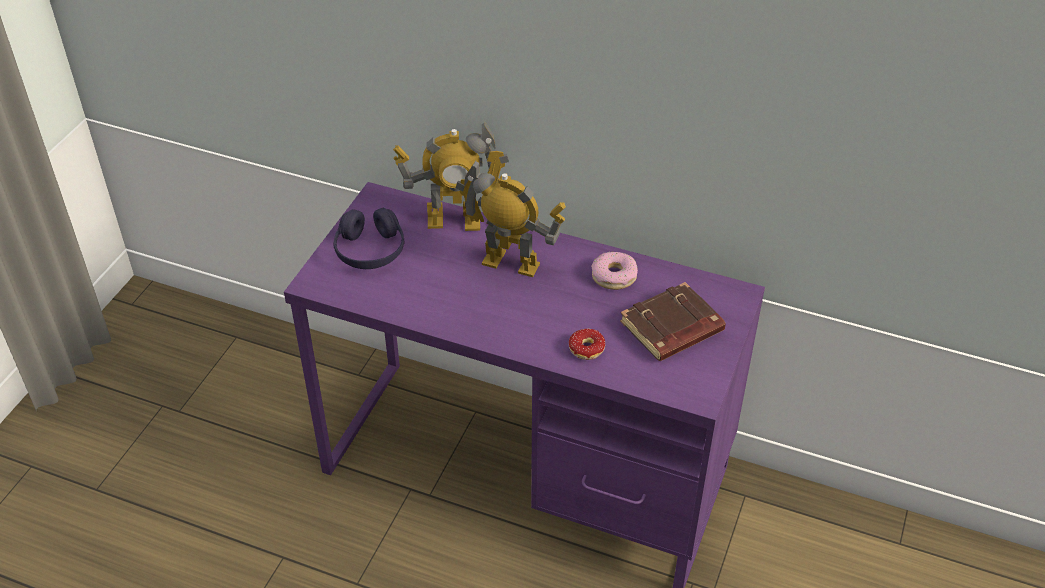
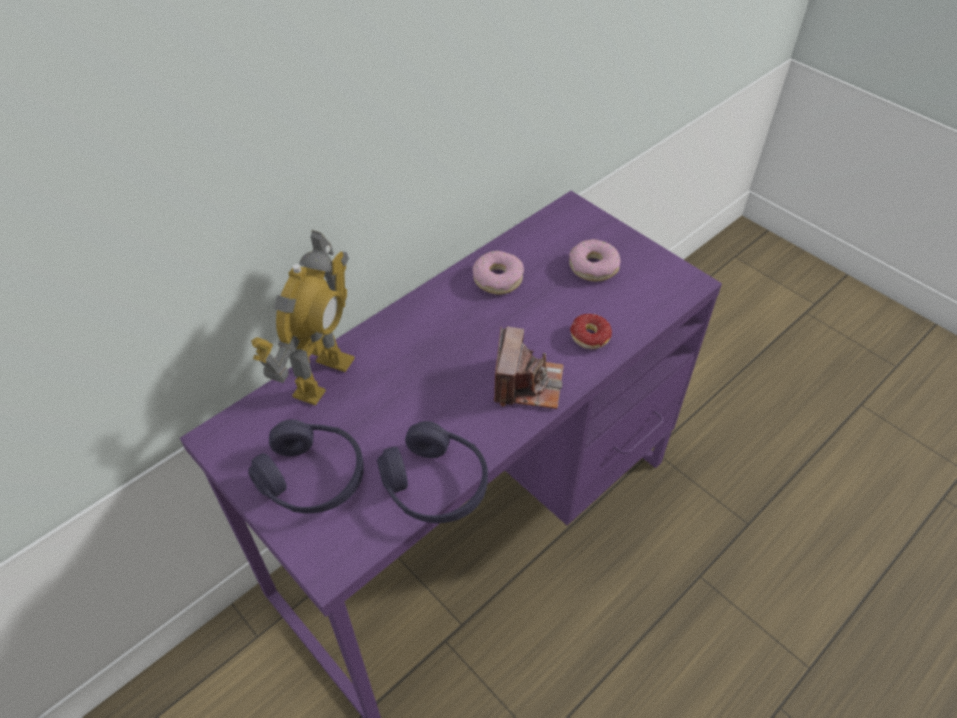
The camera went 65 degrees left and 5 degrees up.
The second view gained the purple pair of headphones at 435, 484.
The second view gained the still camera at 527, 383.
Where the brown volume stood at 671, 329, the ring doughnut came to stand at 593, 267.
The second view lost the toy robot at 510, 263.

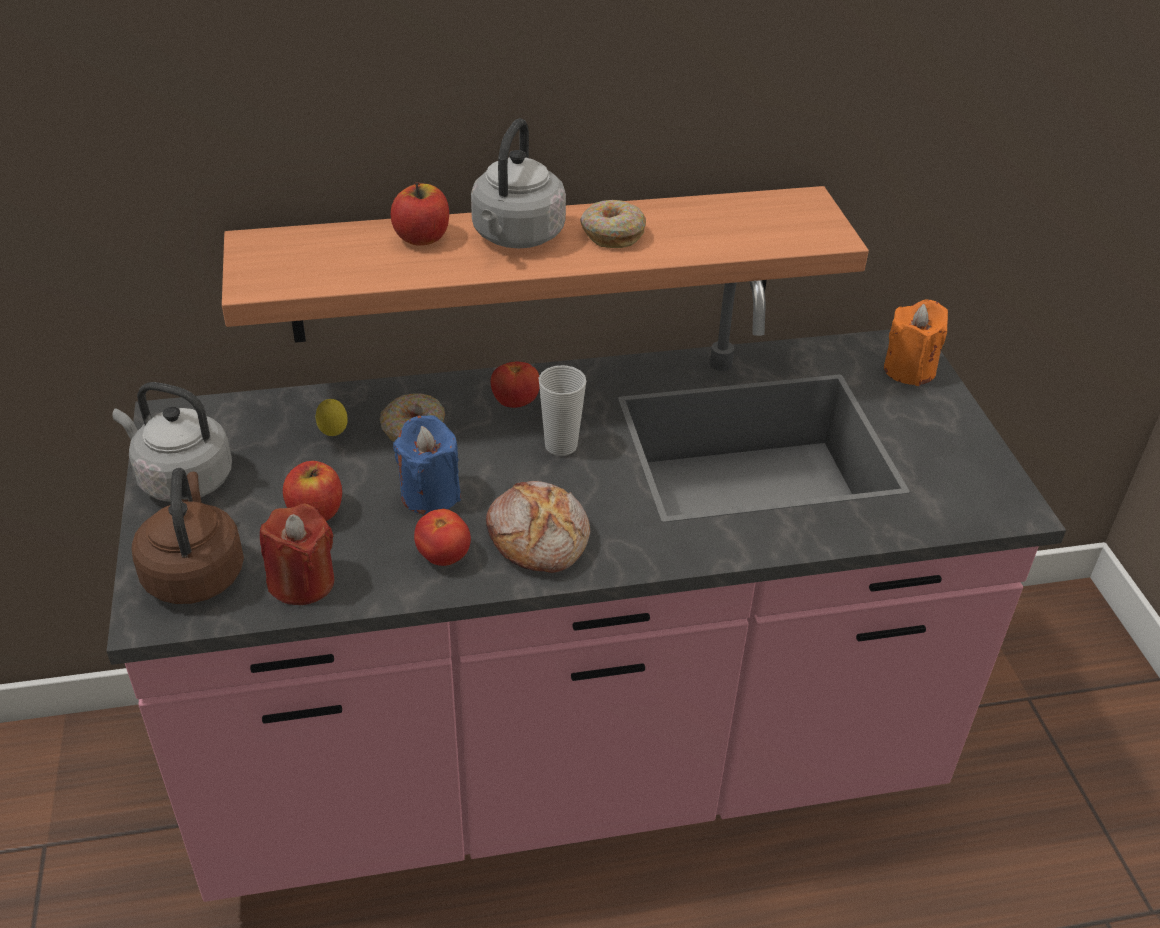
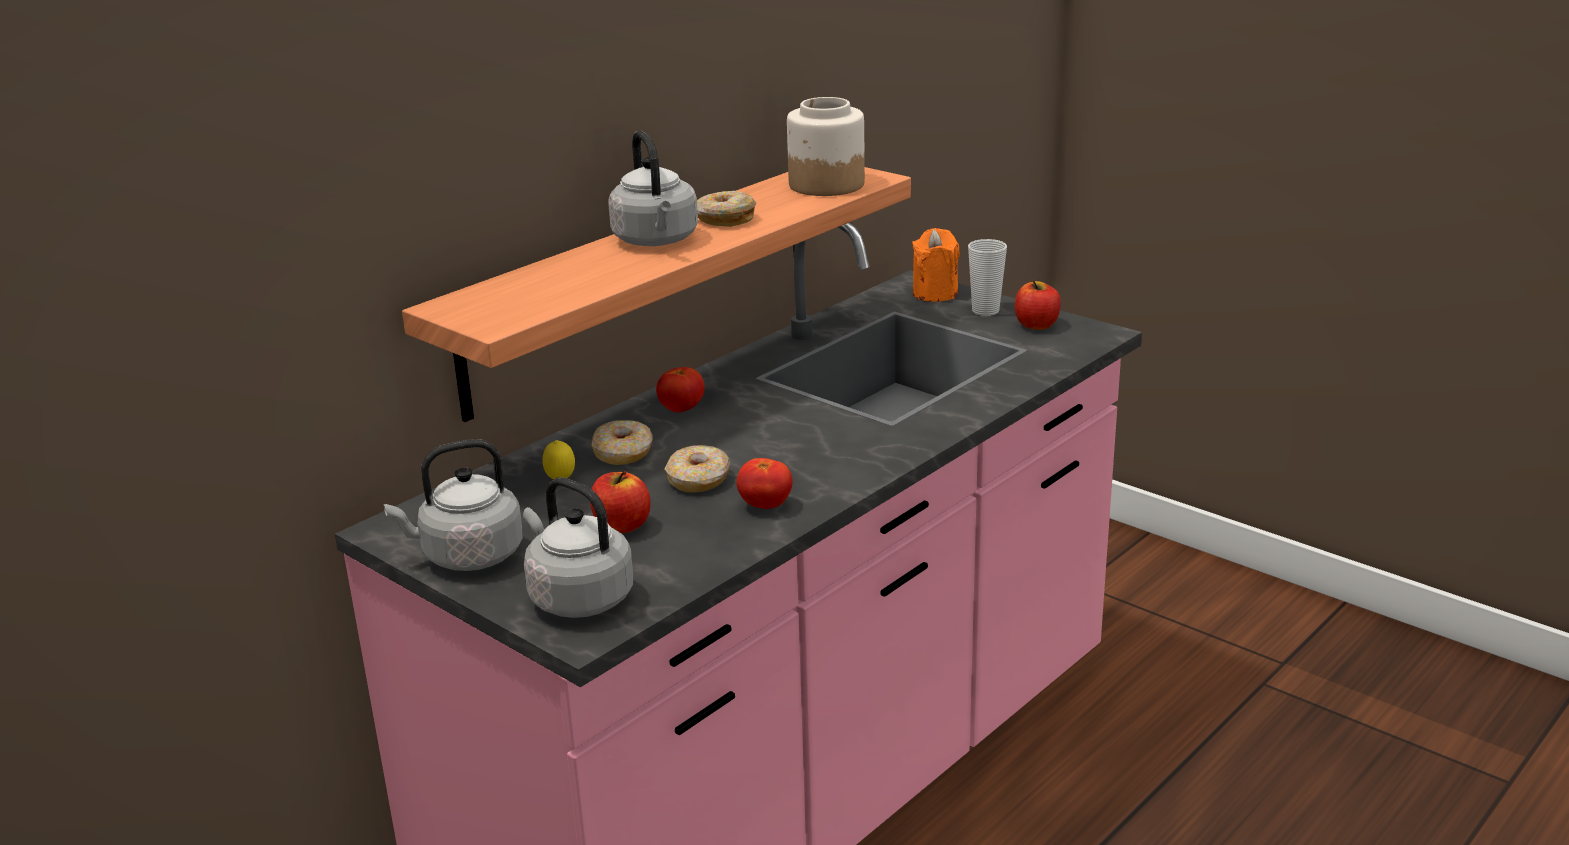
The camera went 35 degrees left and 15 degrees down.
What was the brown tea kettle at 195, 572 turned into the grey tea kettle at 577, 597.
Where the bluish wax light stood at 430, 494, the ring doughnut came to stand at 698, 480.
The second view gained the jar at 825, 184.
The small cup ended up elsewhere, having gone from 561, 446 to 985, 311.
The apple ended up elsewhere, having gone from 422, 237 to 1036, 325.
The second view lost the red-coloured wax light at 302, 582.
The second view lost the bread at 540, 537.

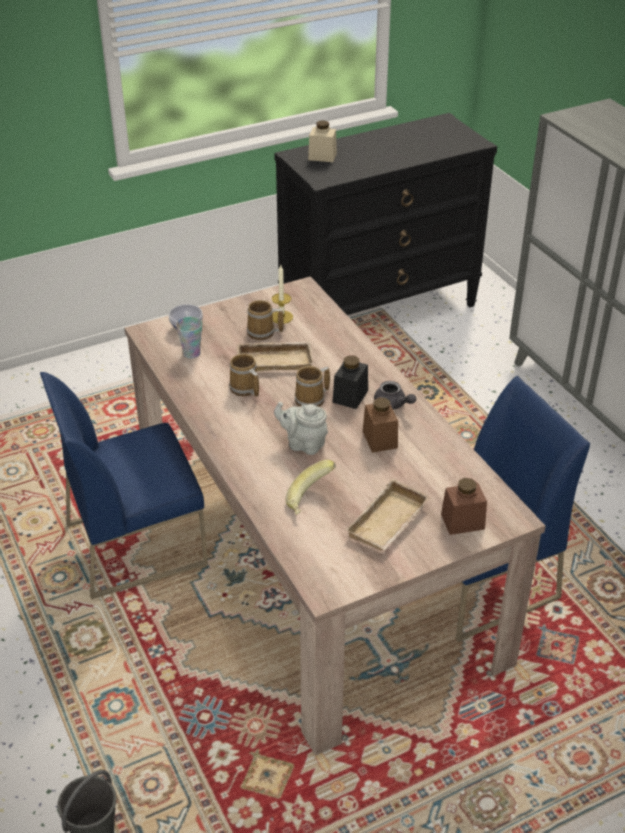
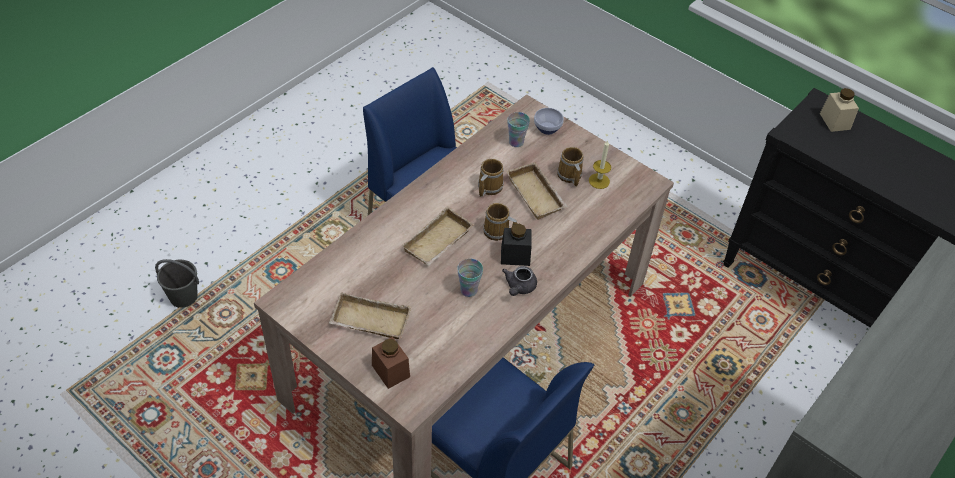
The camera went 65 degrees right and 10 degrees up.
Where the grey teapot stood at 303, 444, the beige-coloured tray came to stand at 438, 242.
Where the brown jar stood at 380, 439, the small cup came to stand at 468, 290.
The second view lost the banana fruit at 311, 500.

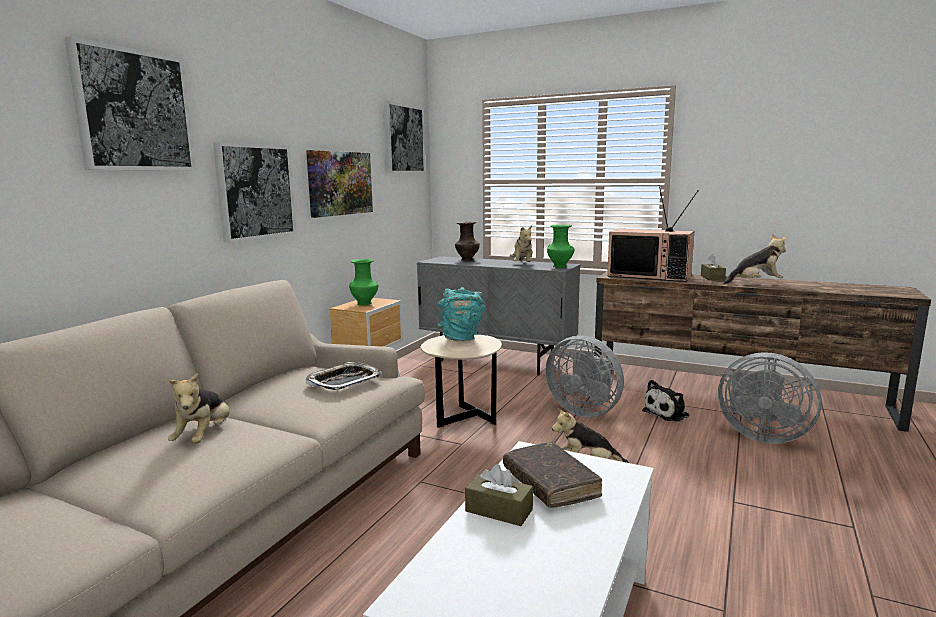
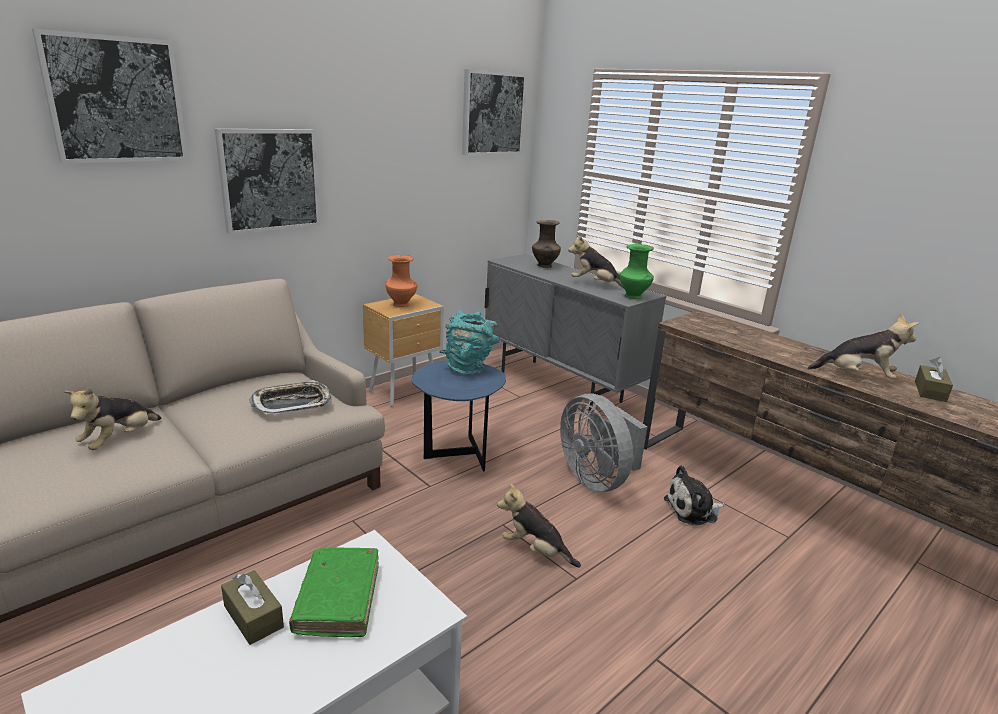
The camera went 20 degrees right and 10 degrees up.
What was the brown volume at 550, 483 turned into the greenish volume at 338, 599.
What was the greenish decorative vase at 365, 304 turned into the orangey decorative vase at 402, 304.
What was the beige-coloured accent table at 462, 420 turned into the bluish accent table at 456, 456.
The cuddly toy at 522, 264 ended up facing another way, 90 degrees clockwise from before.
The brown box of tissues ended up elsewhere, having gone from 712, 278 to 930, 391.
The second view lost the wall picture at 339, 183.
The second view lost the TV set at 650, 276.
The second view lost the grey fan at 760, 435.

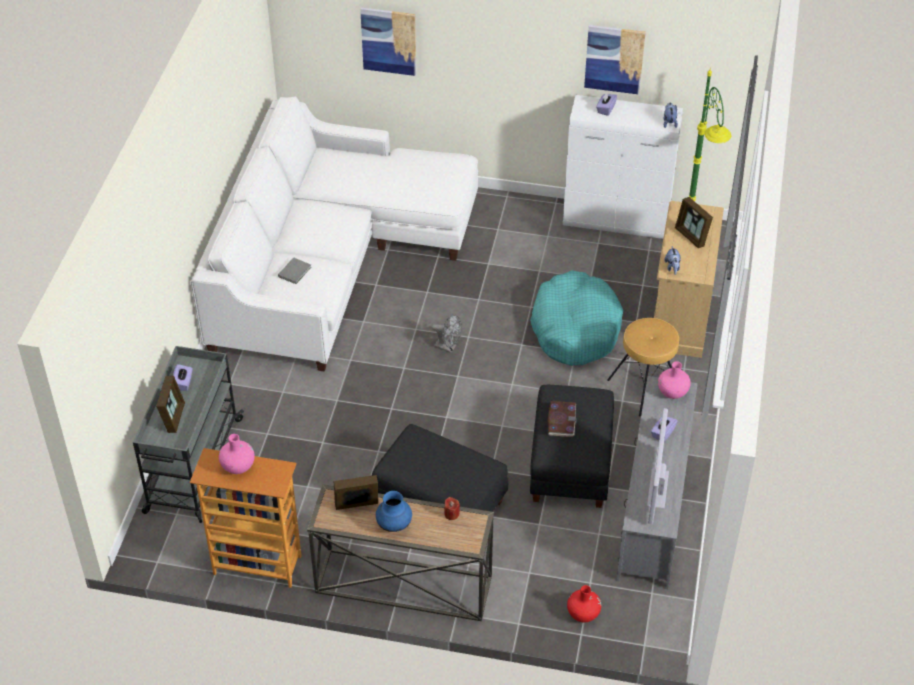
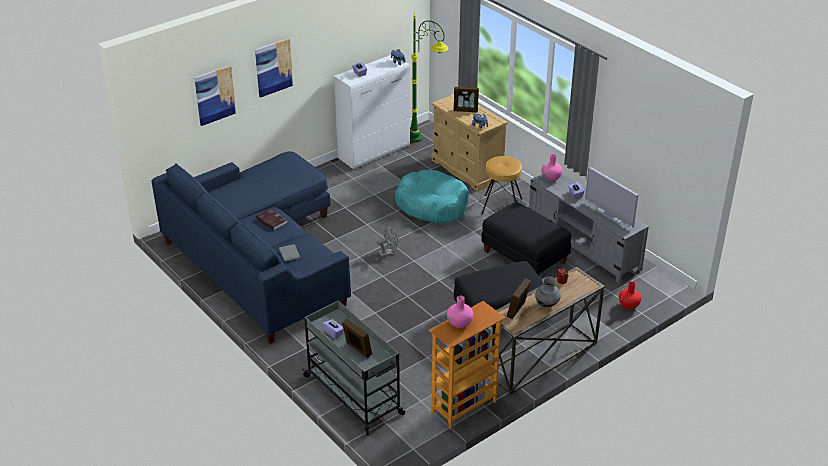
The camera went 50 degrees left and 10 degrees down.
What was the white couch at 331, 261 turned into the bluish couch at 261, 259.
The wall picture ended up elsewhere, having gone from 614, 59 to 273, 67.
The volume ended up elsewhere, having gone from 561, 420 to 271, 221.
What was the bluish decorative vase at 394, 525 turned into the grey decorative vase at 547, 304.

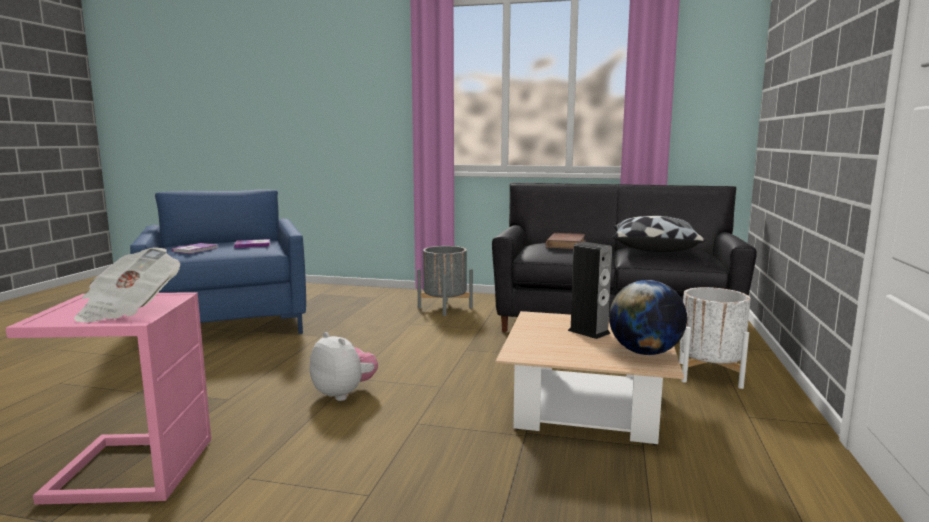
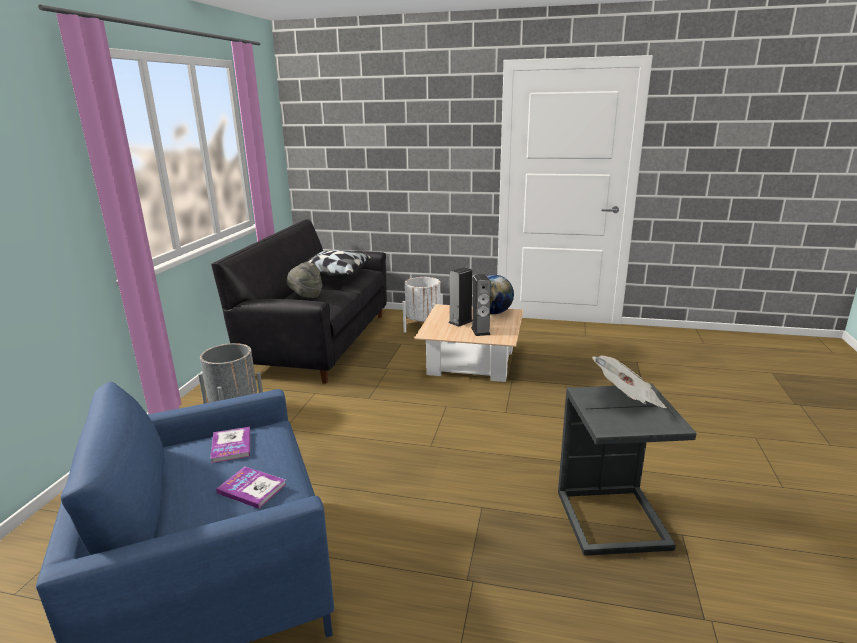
The camera went 90 degrees left and 10 degrees up.
Where the brown volume stood at 566, 244, the grey wearable hat came to stand at 306, 295.
The second view gained the audio speaker at 480, 331.
What was the pinkish accent table at 129, 470 turned into the grey accent table at 611, 522.
The second view lost the cuddly toy at 344, 394.

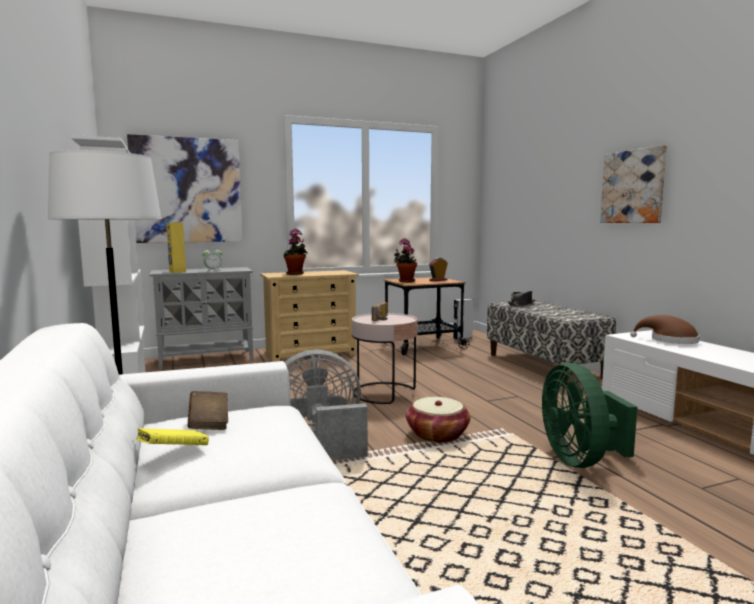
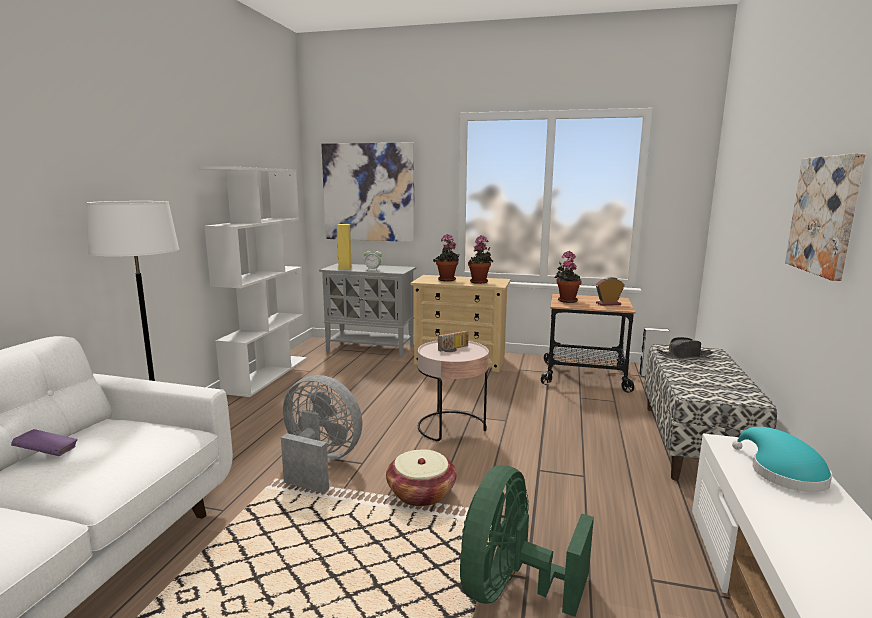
The camera went 35 degrees right and 5 degrees up.
What was the yellowish volume at 173, 452 turned into the purple volume at 47, 454.
The second view gained the houseplant at 479, 282.
What was the brown wearable hat at 669, 340 turned into the turquoise-coloured wearable hat at 782, 473.
The second view lost the brown volume at 209, 423.

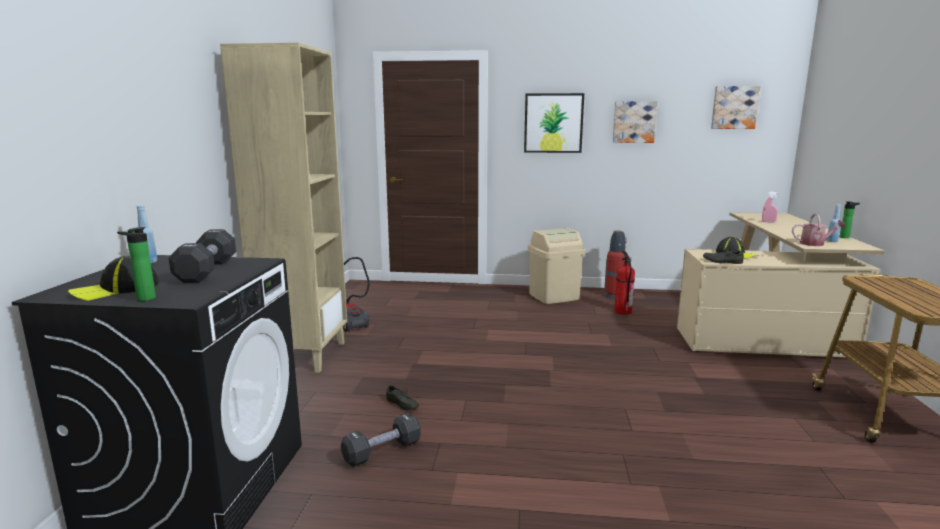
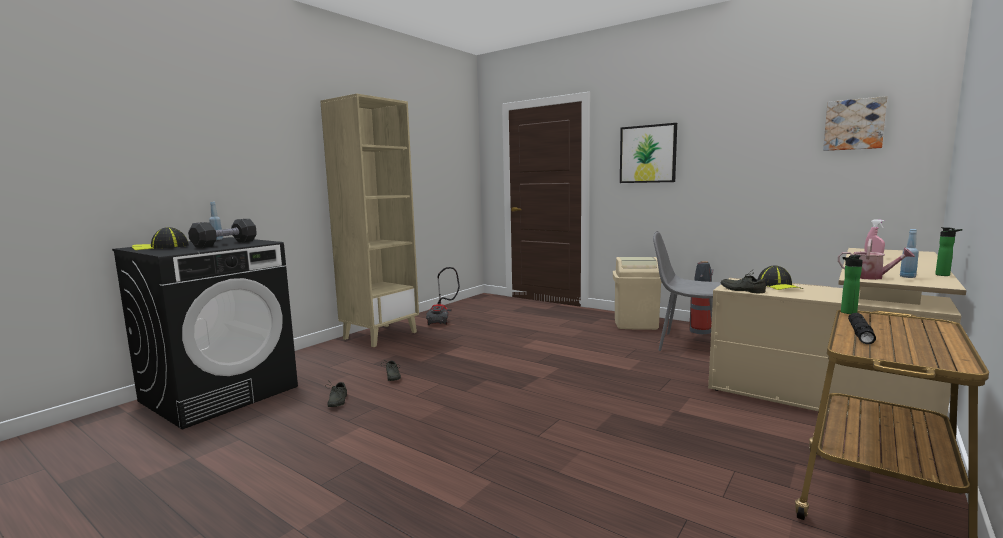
The camera went 30 degrees right and 5 degrees down.
Where the blackish hand weight stood at 382, 451, the grey shoe came to stand at 336, 401.
Where the fire extinguisher stood at 622, 311, the grey chair came to stand at 688, 344.
The bottle ended up elsewhere, having gone from 143, 299 to 847, 313.
The second view gained the blackish flashlight at 860, 334.
The second view lost the wall picture at 634, 122.

